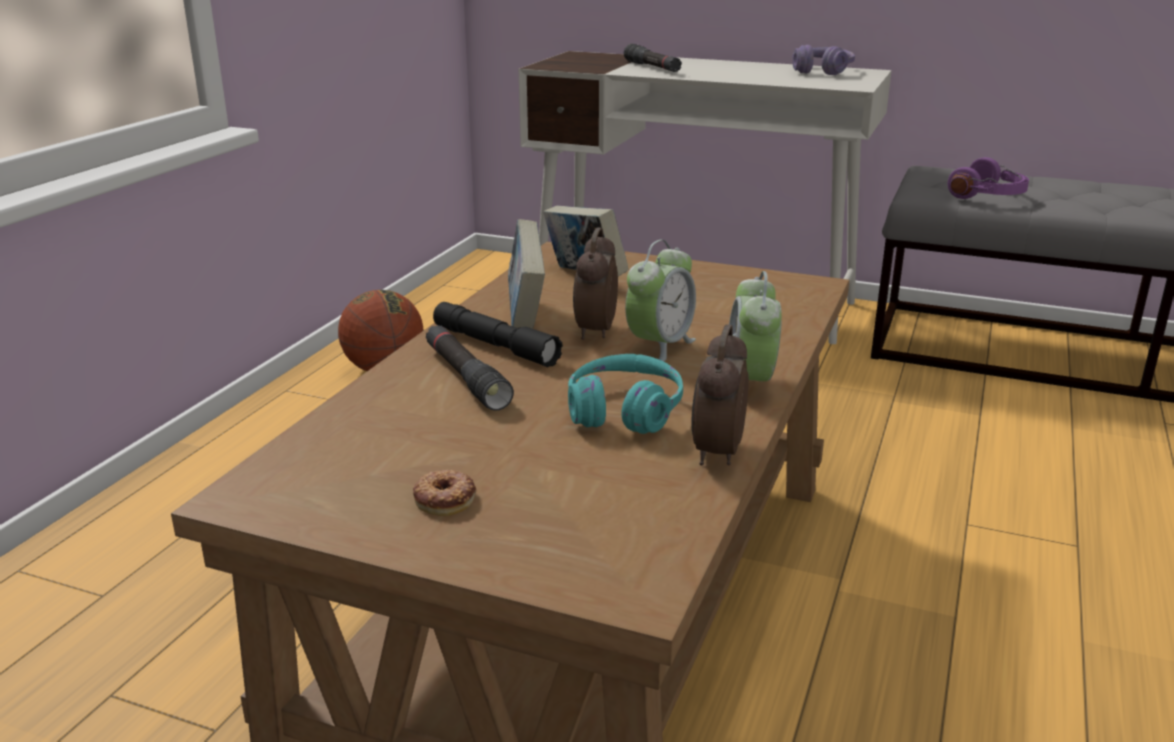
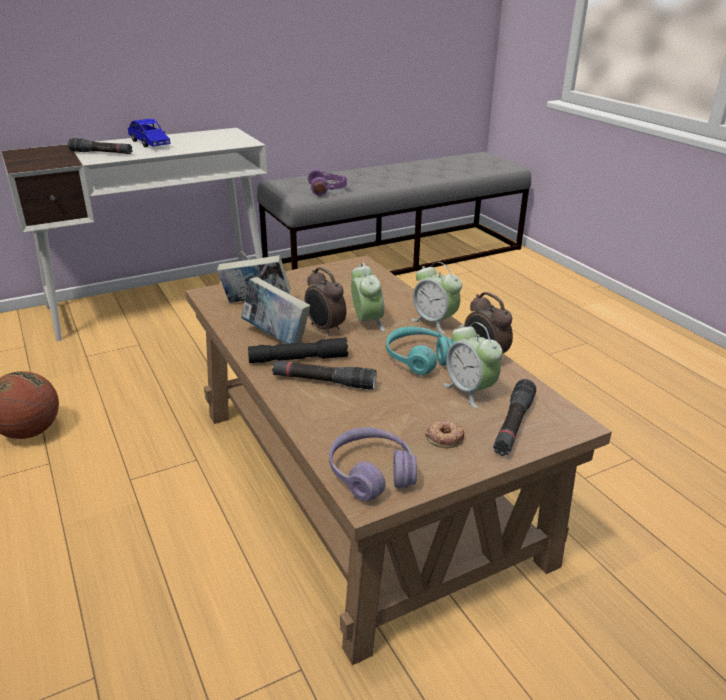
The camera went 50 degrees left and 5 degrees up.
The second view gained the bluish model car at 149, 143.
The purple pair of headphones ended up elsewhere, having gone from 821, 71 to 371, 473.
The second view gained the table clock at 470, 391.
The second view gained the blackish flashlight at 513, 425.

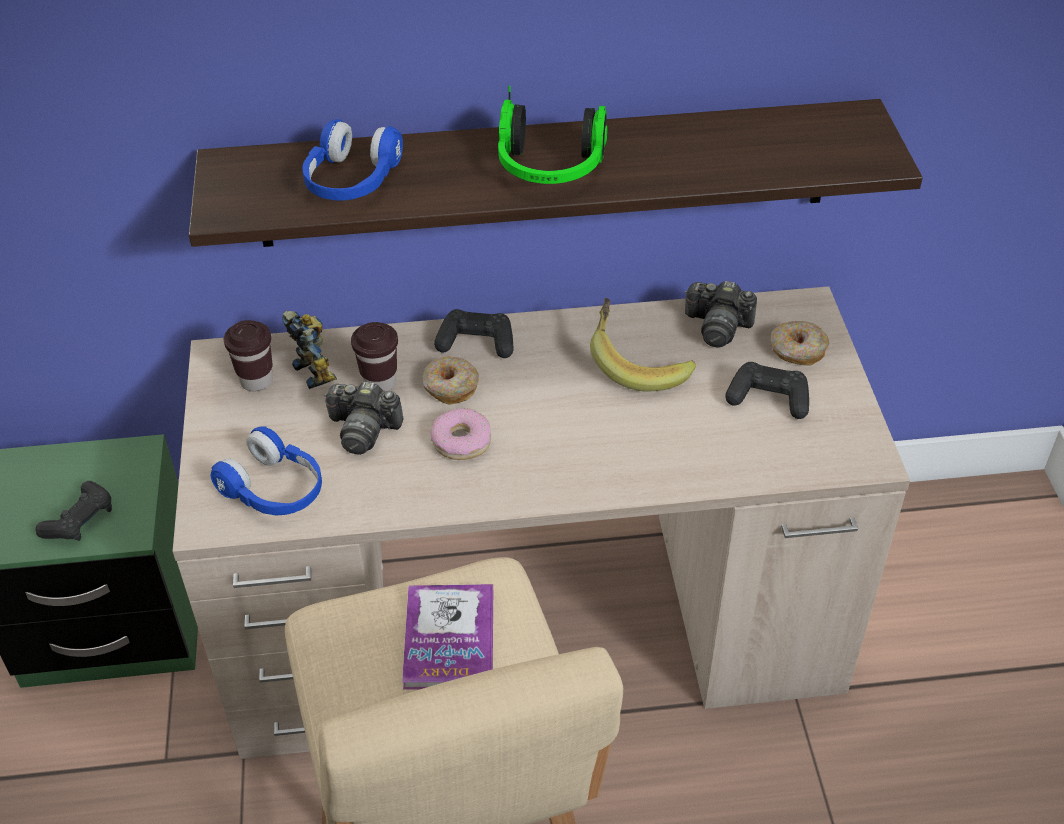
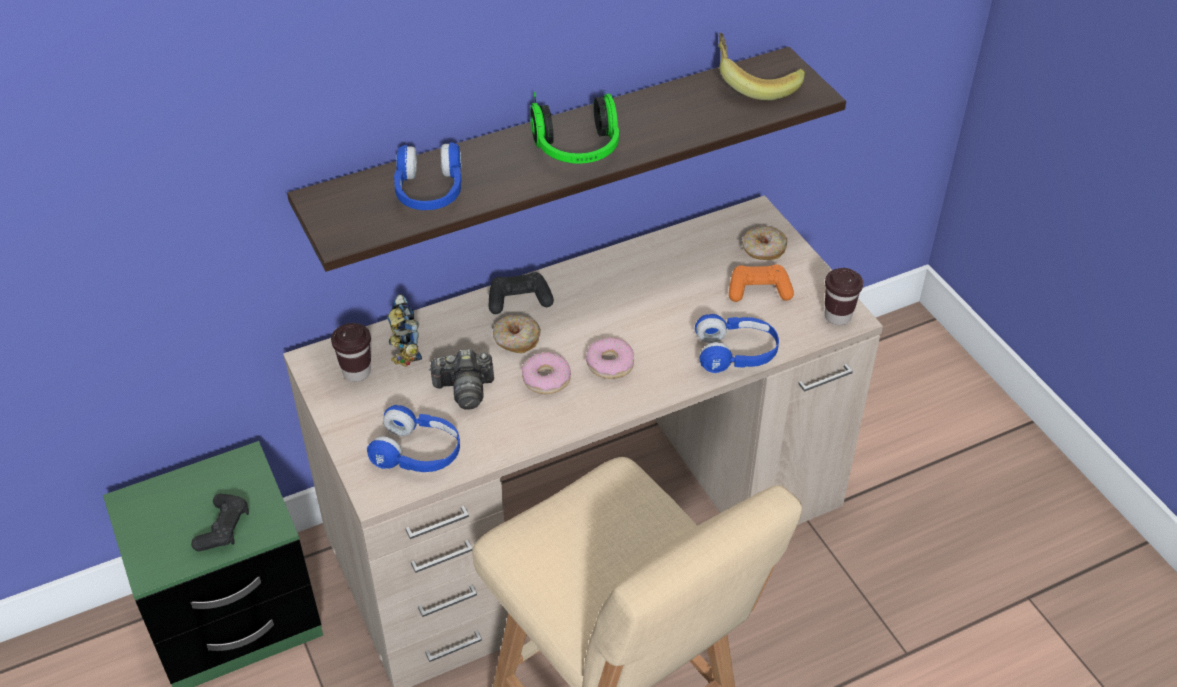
The camera went 20 degrees left and 0 degrees up.
The toy robot at 317, 370 ended up facing another way, 150 degrees counterclockwise from before.
The second view gained the ring doughnut at 610, 364.
The second view gained the bluish pair of headphones at 736, 353.
The banana fruit ended up elsewhere, having gone from 638, 363 to 754, 82.
What was the blackish gamepad at 768, 398 turned into the orangey gamepad at 759, 290.
The brown small cup ended up elsewhere, having gone from 379, 382 to 837, 316.
The second view lost the volume at 449, 638.
The second view lost the still camera at 717, 327.

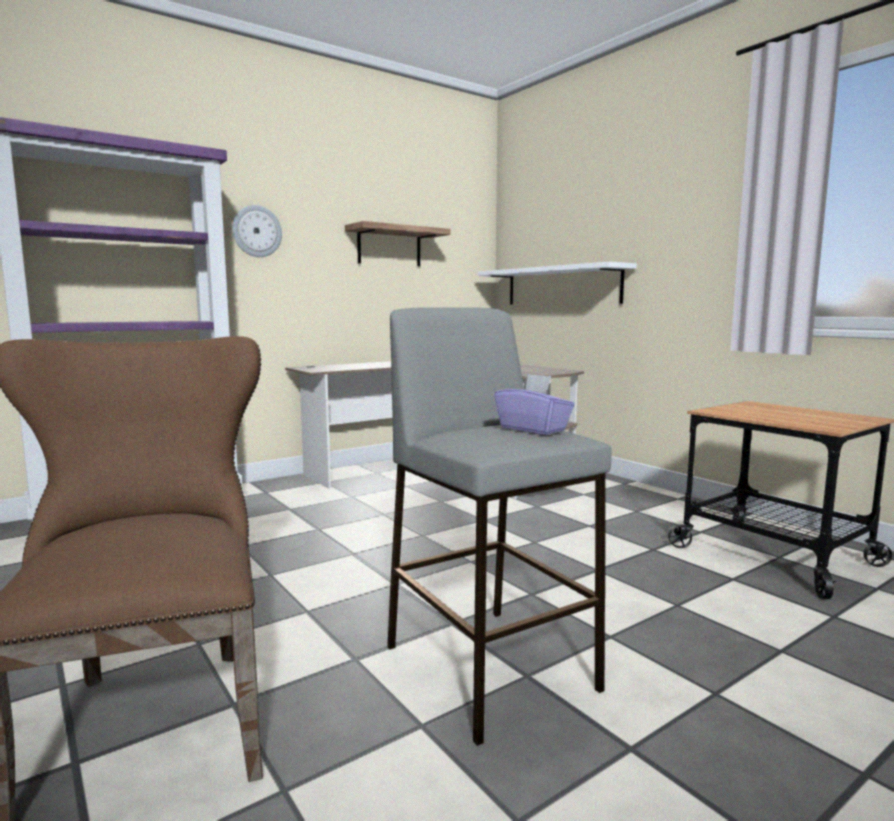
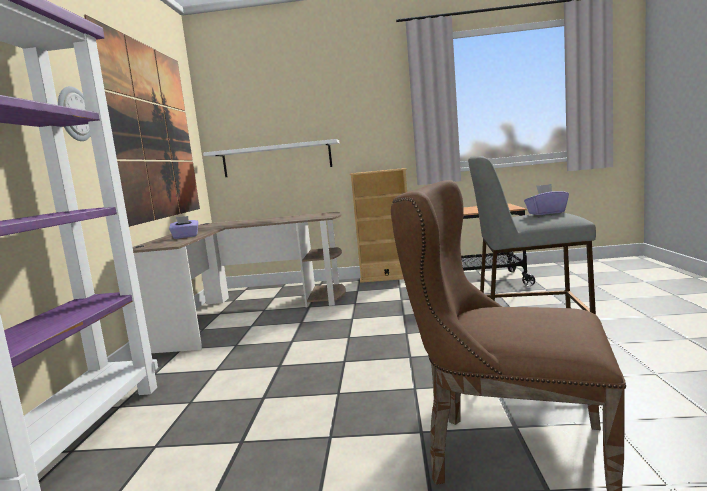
The camera went 50 degrees left and 0 degrees up.
Where the shelf hung at 389, 247, the wall picture came to hang at 153, 132.
The second view gained the purple box of tissues at 185, 237.
The second view gained the beige-coloured bookcase at 387, 278.

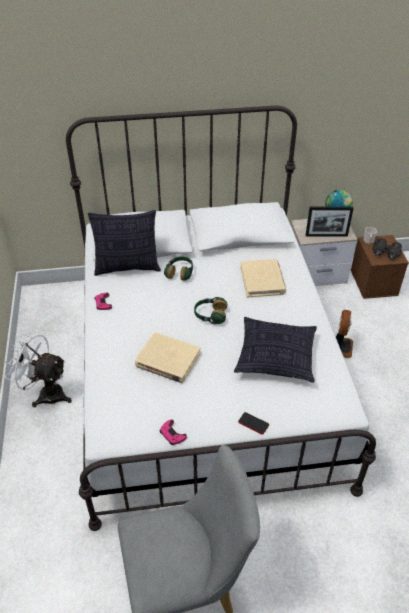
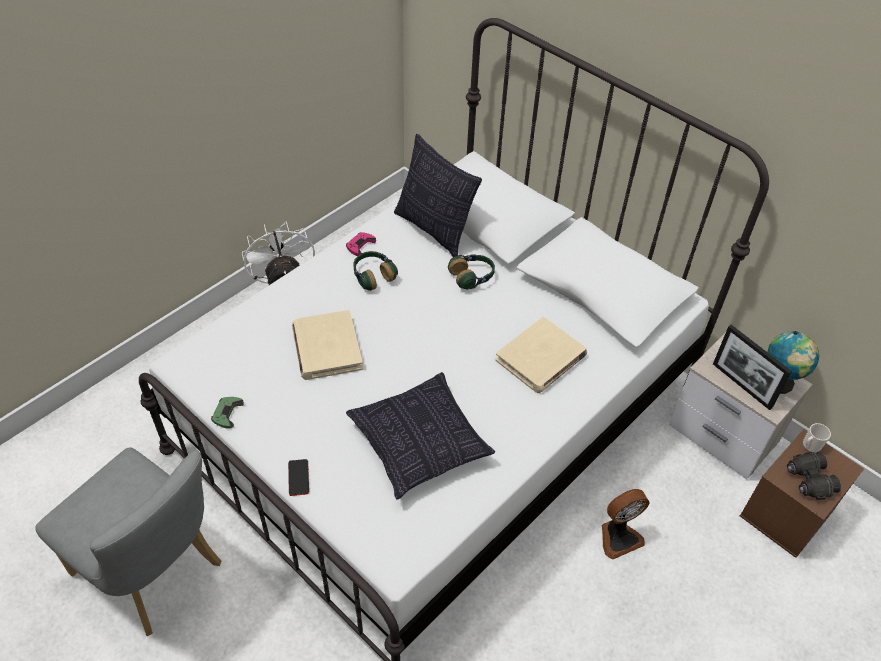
The camera went 50 degrees right and 5 degrees up.
What was the pinkish gamepad at 172, 434 turned into the greenish gamepad at 227, 413.
The pair of headphones ended up elsewhere, having gone from 210, 315 to 373, 276.

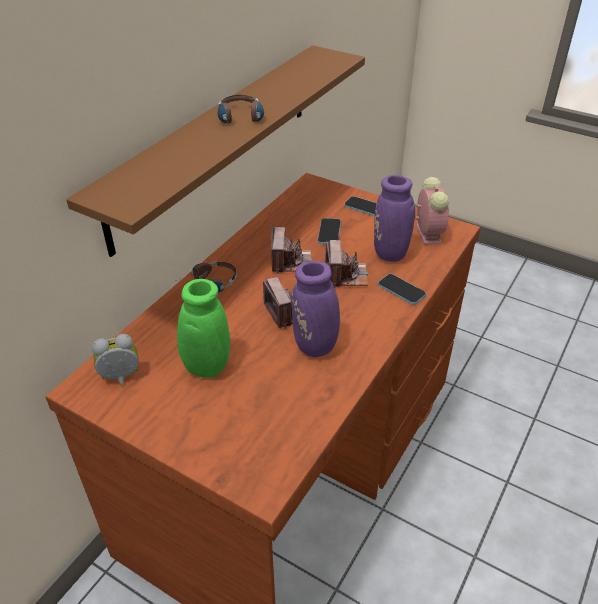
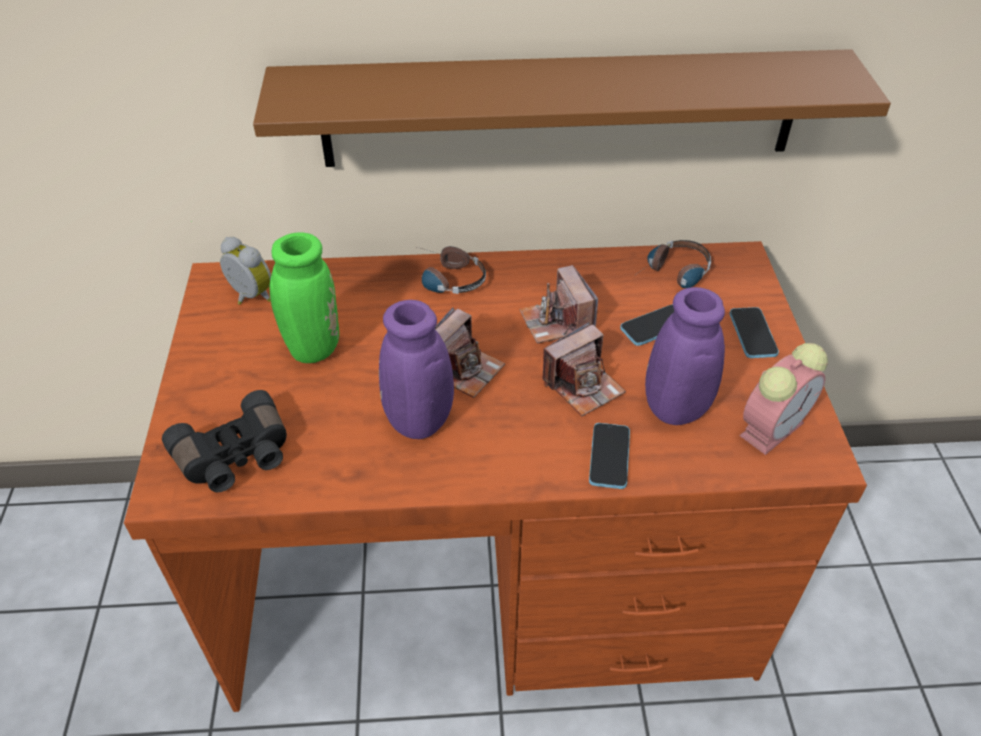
The camera went 55 degrees right and 5 degrees up.
The second view gained the blackish pair of binoculars at 236, 457.
The still camera at 290, 262 ended up facing another way, 105 degrees clockwise from before.
The pair of headphones ended up elsewhere, having gone from 241, 120 to 673, 275.

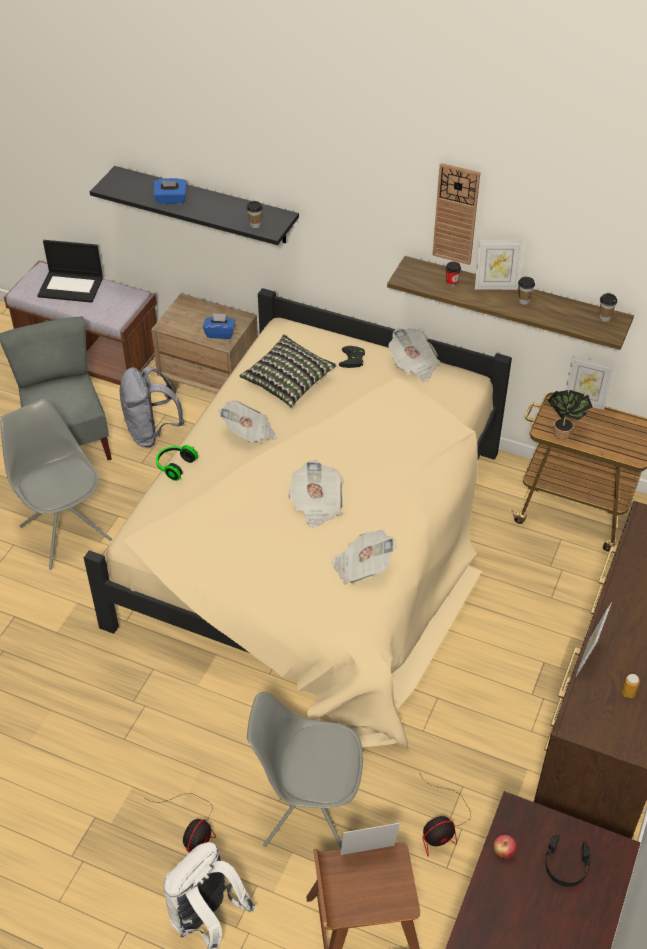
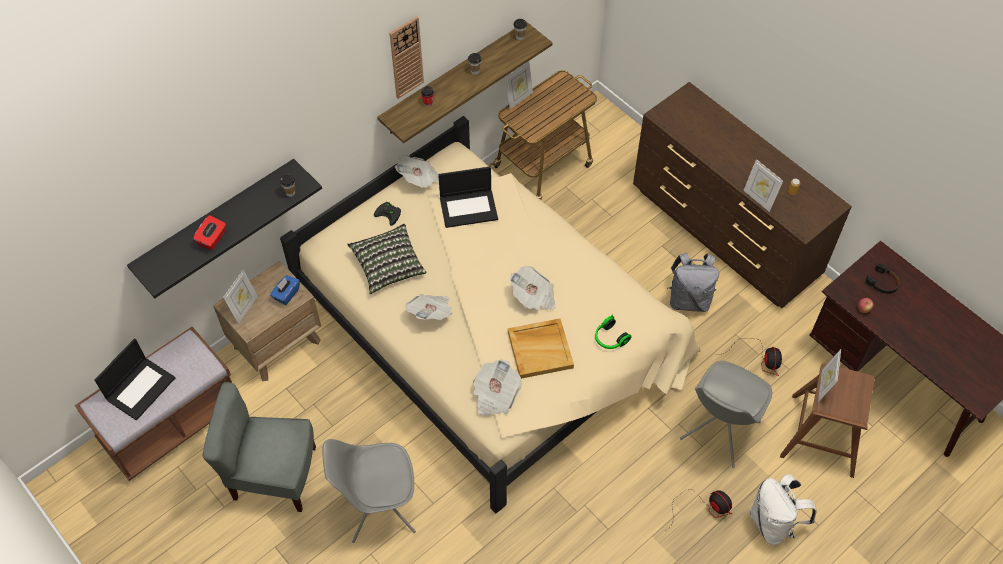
The camera went 65 degrees left and 10 degrees up.
What was the bluish box of tissues at 171, 200 turned into the red-coloured box of tissues at 212, 239.
The photo frame ended up elsewhere, having gone from 495, 286 to 244, 308.
The second view gained the laptop at 469, 208.
The daily paper ended up elsewhere, having gone from 362, 567 to 495, 395.
The second view gained the beige-coloured tray at 540, 349.
The pair of headphones ended up elsewhere, having gone from 174, 466 to 609, 339.
The grey rucksack ended up elsewhere, having gone from 152, 433 to 689, 299.
The second view lost the houseplant at 564, 433.

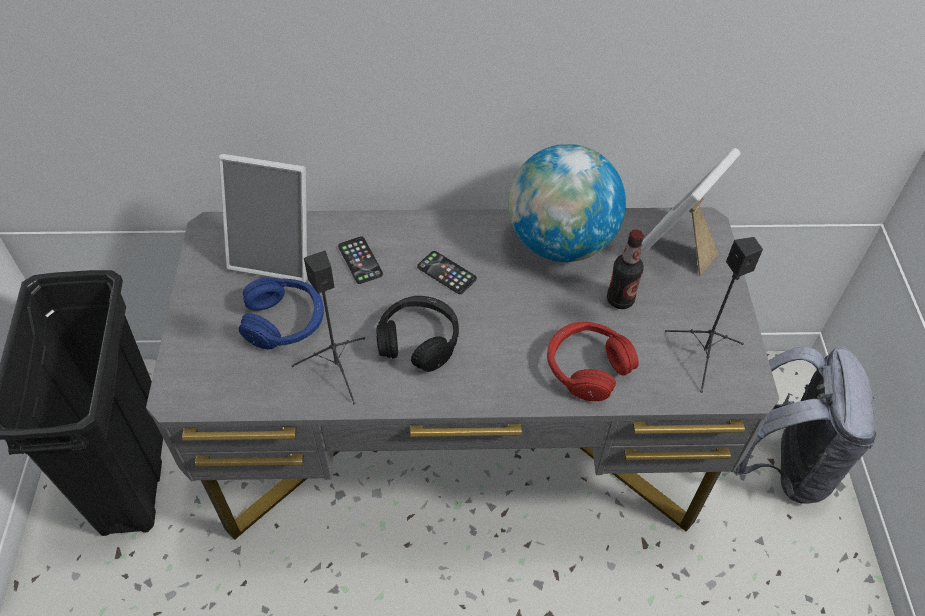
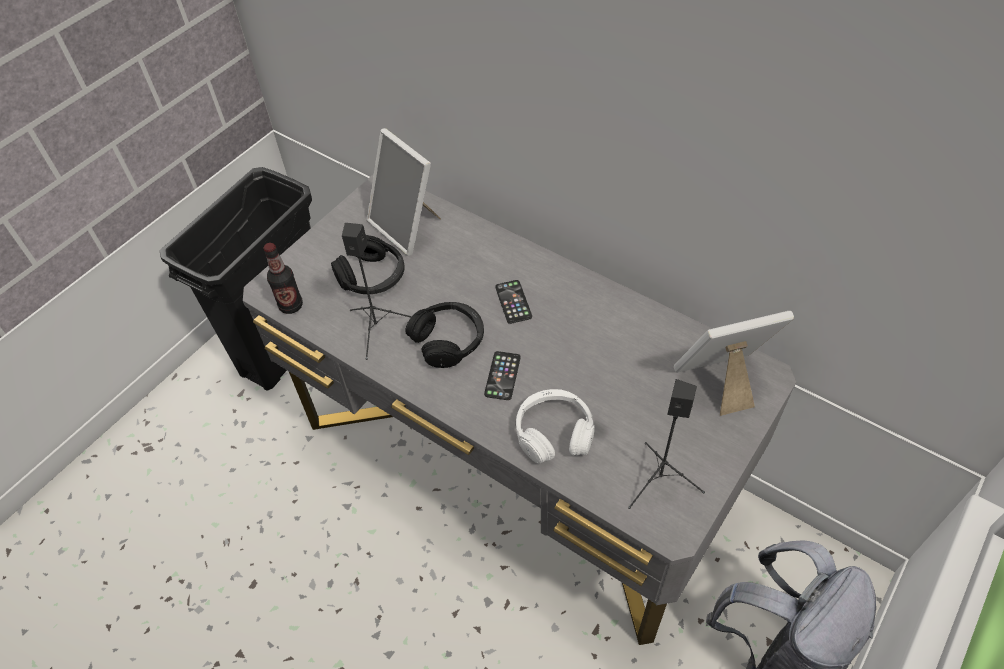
The camera went 40 degrees right and 0 degrees up.
The bottle ended up elsewhere, having gone from 620, 300 to 291, 306.
What was the bluish pair of headphones at 285, 321 turned into the blackish pair of headphones at 372, 276.
The telephone ended up elsewhere, having gone from 360, 260 to 502, 376.
What was the red-coloured pair of headphones at 587, 367 turned into the white pair of headphones at 554, 432.
The second view lost the globe at 560, 243.

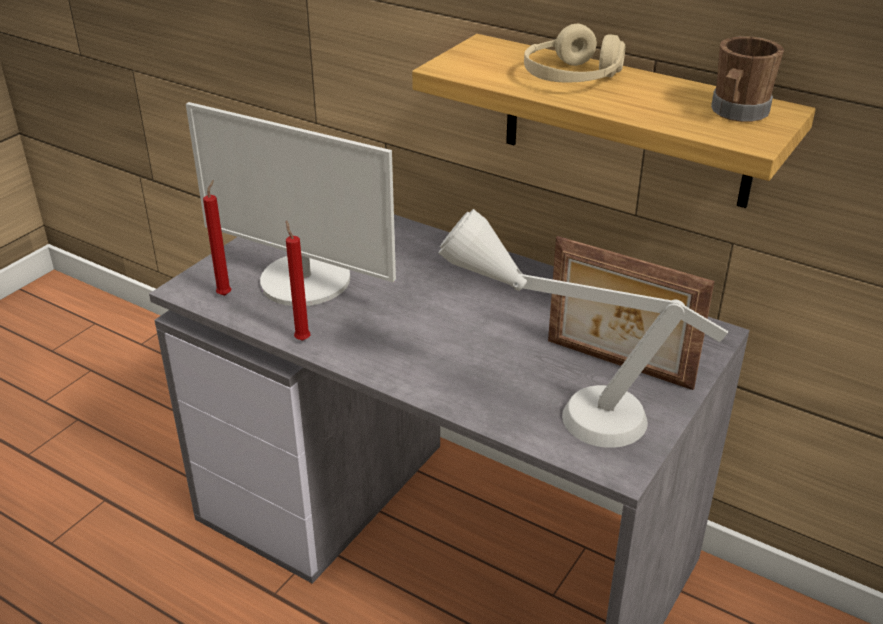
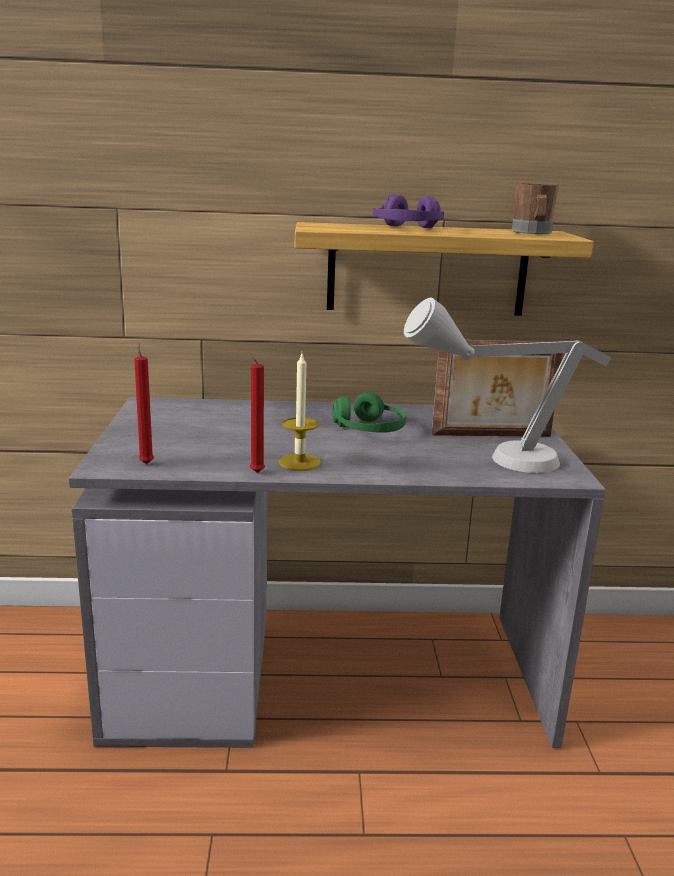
The camera went 35 degrees left and 15 degrees down.
The second view gained the wax light at 299, 462.
The second view gained the greenish pair of headphones at 369, 430.
What was the beige-coloured pair of headphones at 571, 77 turned into the purple pair of headphones at 408, 228.
The second view lost the monitor at 305, 281.

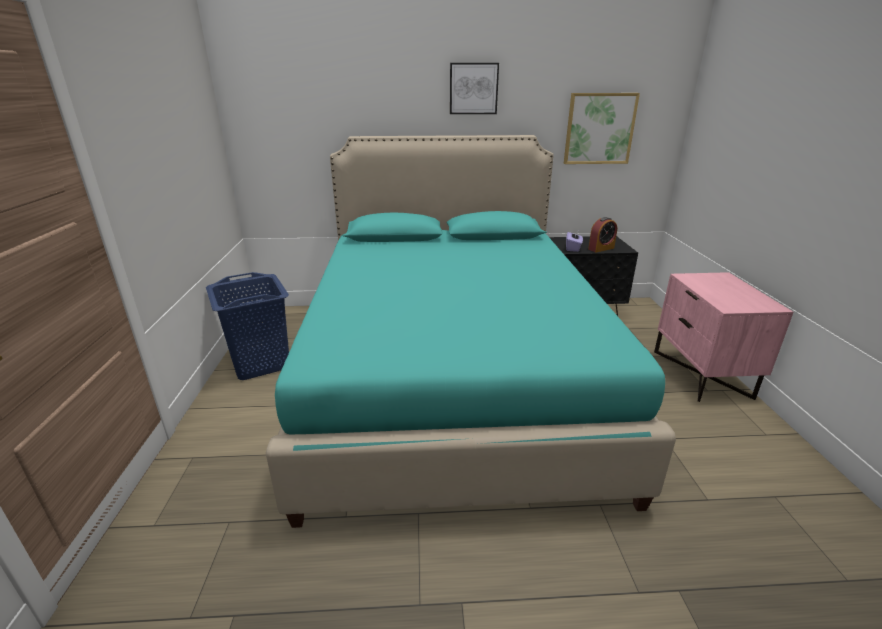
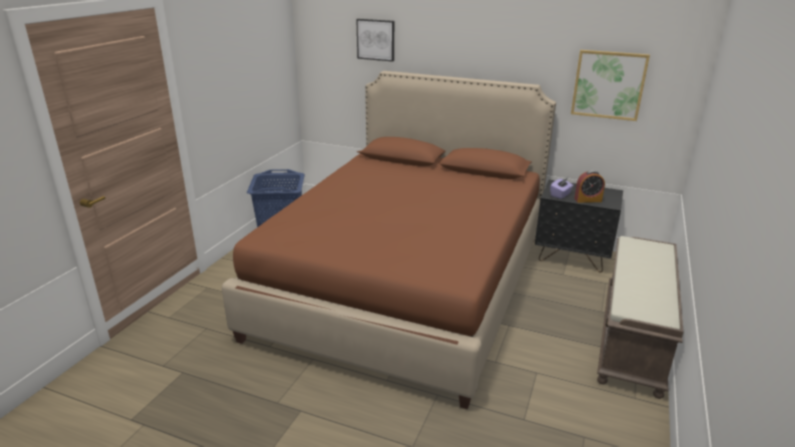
The camera went 25 degrees right and 0 degrees up.
What was the turquoise-coloured bed at 452, 378 turned into the brown bed at 407, 283.
The wall picture ended up elsewhere, having gone from 473, 88 to 376, 39.
Where the pinkish nightstand stood at 702, 374, the brown bench came to stand at 633, 338.

